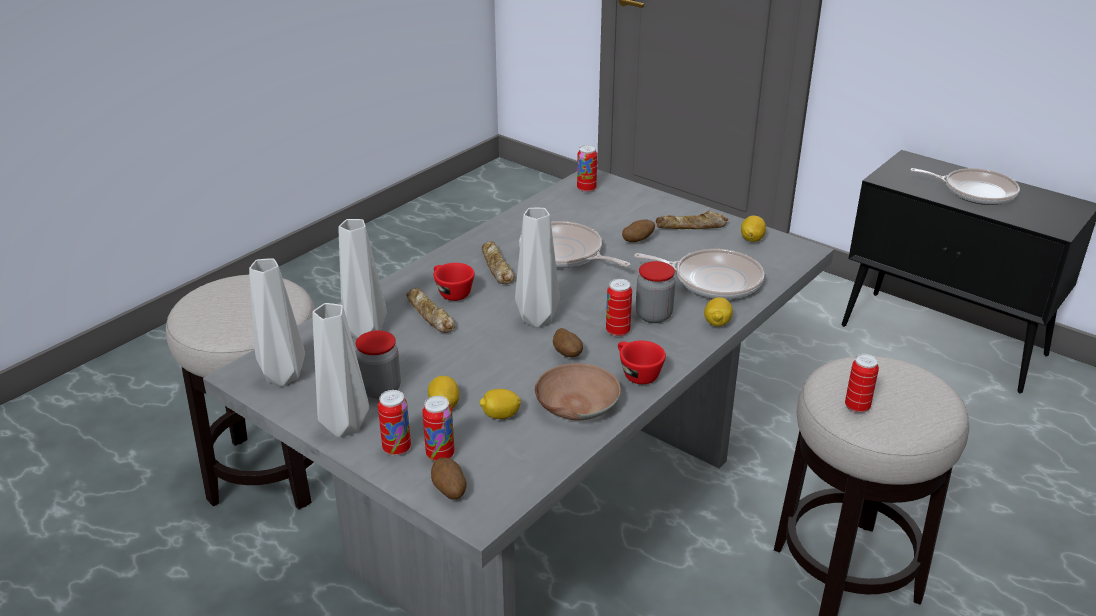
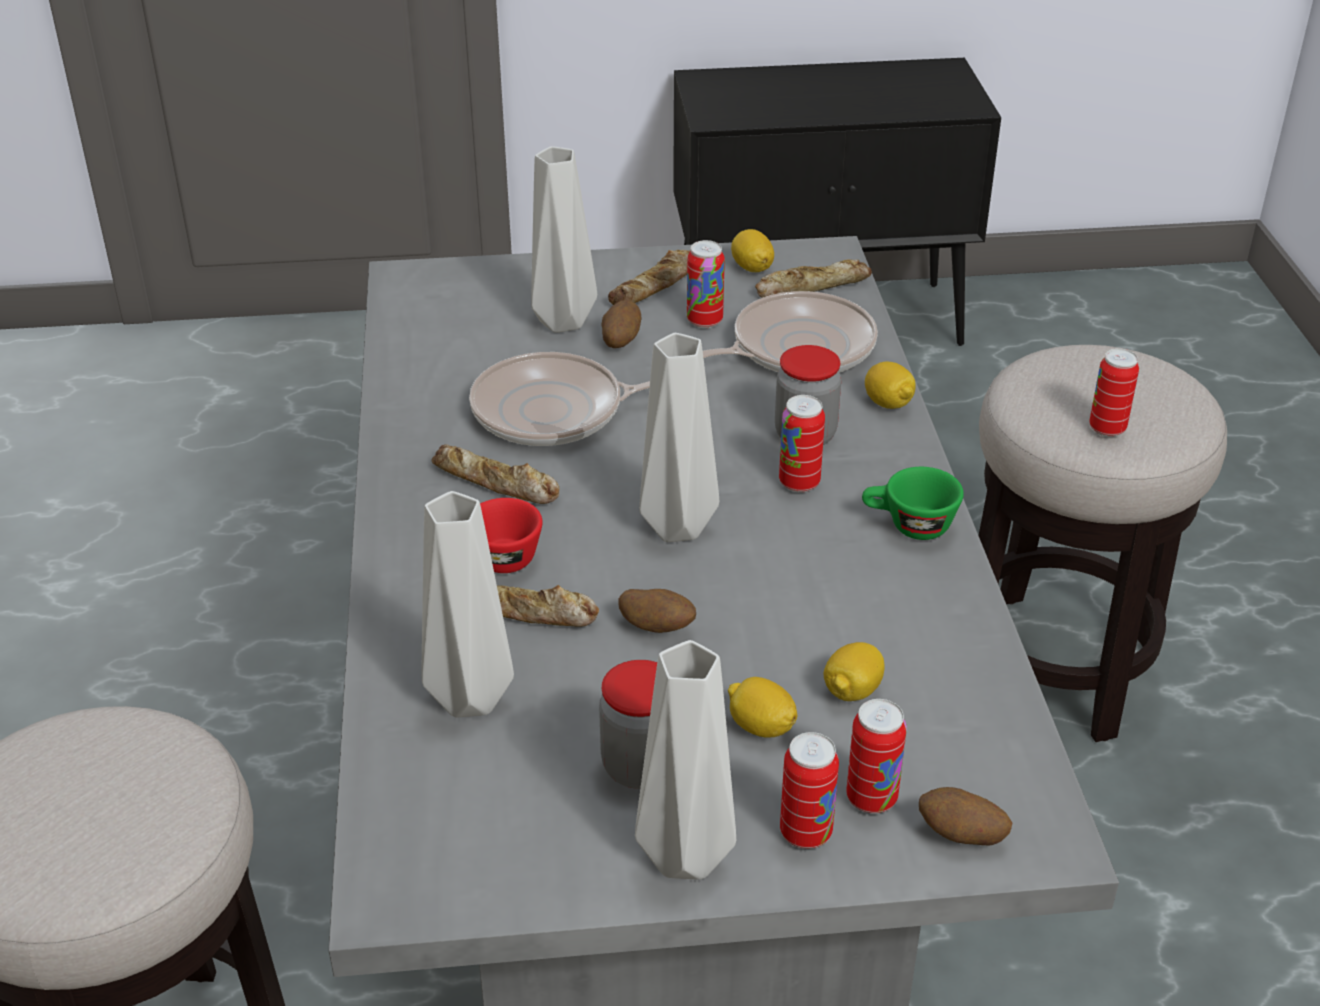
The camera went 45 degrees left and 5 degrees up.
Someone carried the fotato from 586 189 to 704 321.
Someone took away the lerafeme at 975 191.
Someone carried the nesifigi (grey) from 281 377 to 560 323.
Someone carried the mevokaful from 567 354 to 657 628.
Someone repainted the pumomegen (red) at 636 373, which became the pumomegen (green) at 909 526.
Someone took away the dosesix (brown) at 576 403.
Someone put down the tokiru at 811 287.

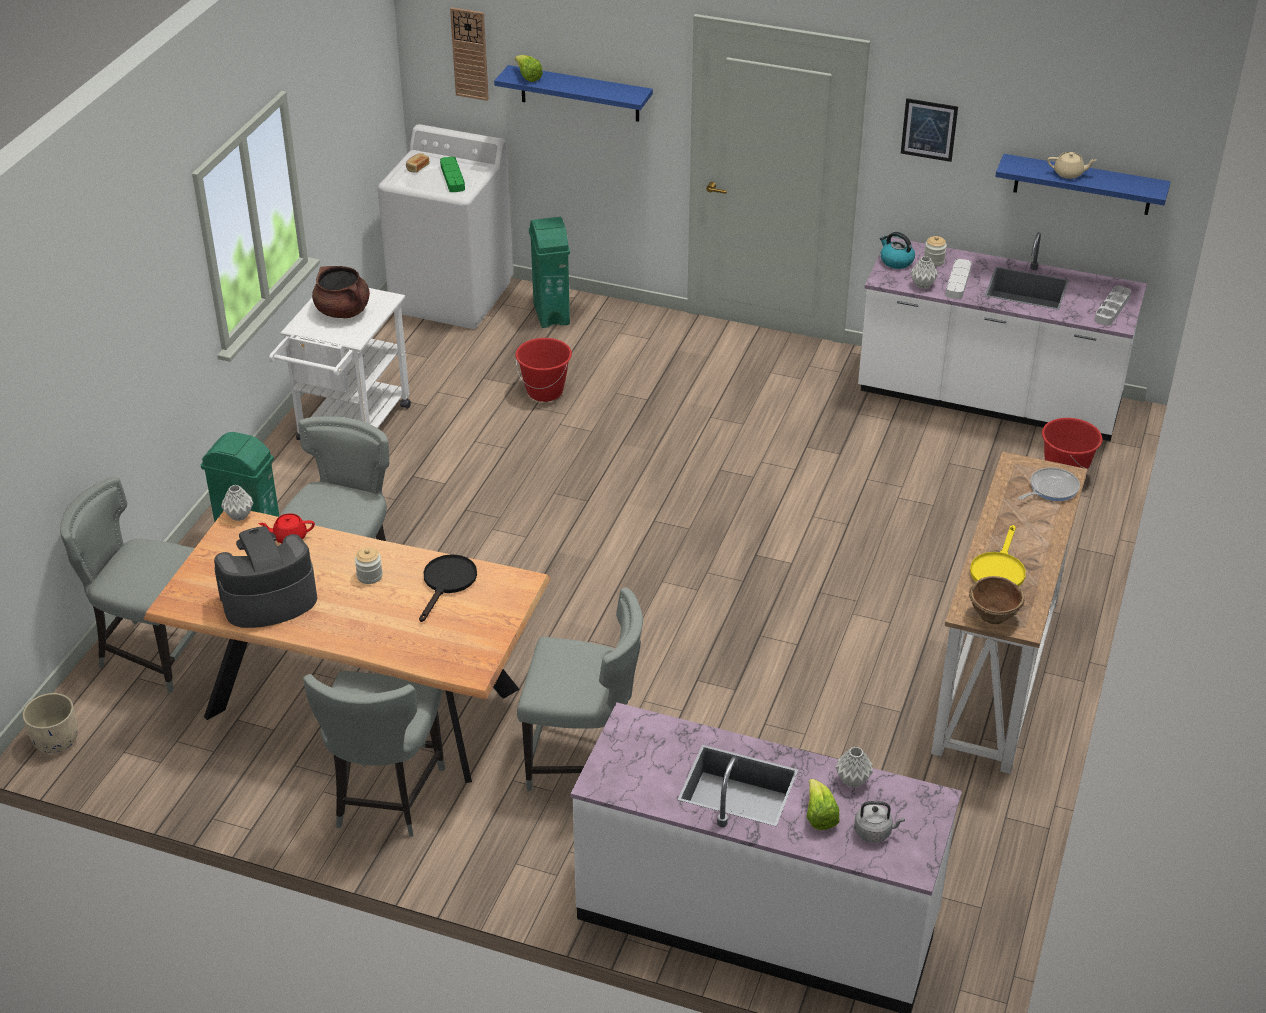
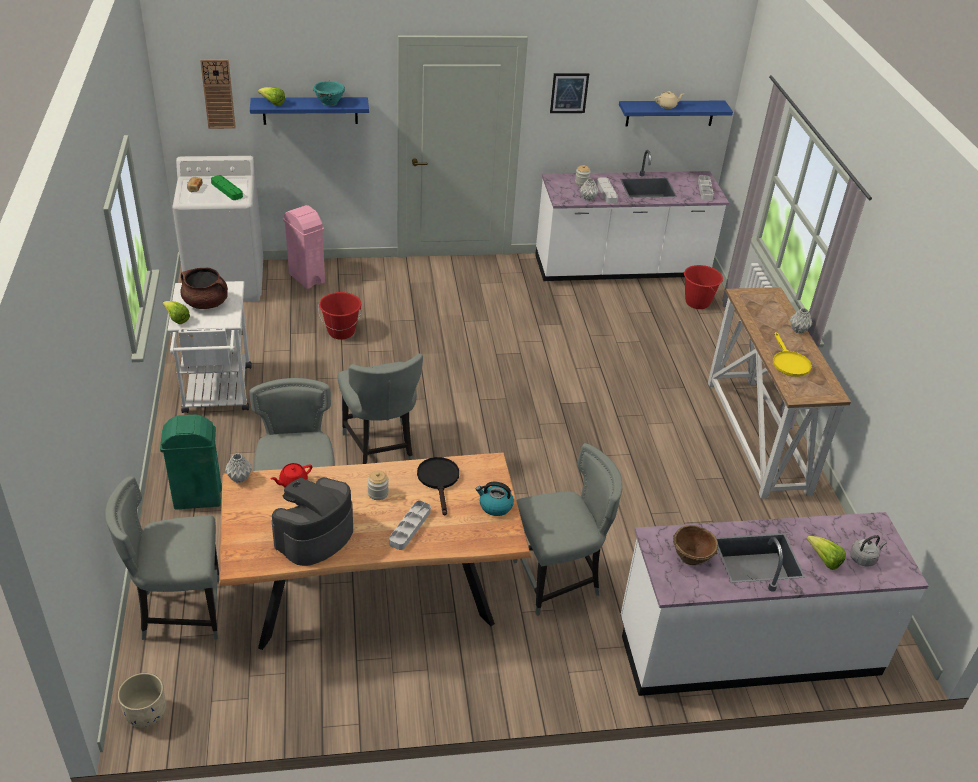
The camera went 30 degrees left and 0 degrees up.
Someone repainted the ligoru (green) at 551 313, which became the ligoru (pink) at 306 278.
Someone carried the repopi from 896 261 to 495 506.
Someone took away the lerafeme at 1051 488.
Someone carried the dosesix (brown) from 994 616 to 692 557.
Someone carried the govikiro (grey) from 385 798 to 380 449.
Someone carried the nesifigi (grey) from 853 780 to 798 330.
Someone put down the dosesix (turquoise) at 329 103.
Someone put down the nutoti at 177 319.
Someone put down the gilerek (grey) at 410 527.

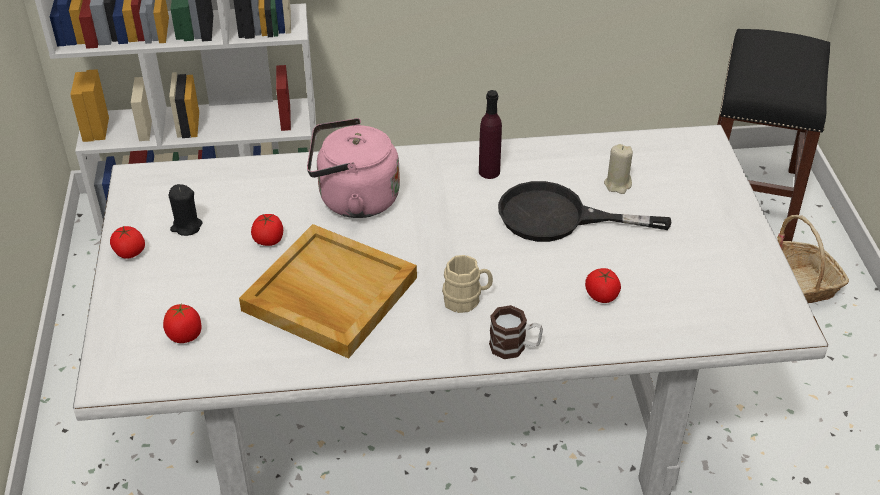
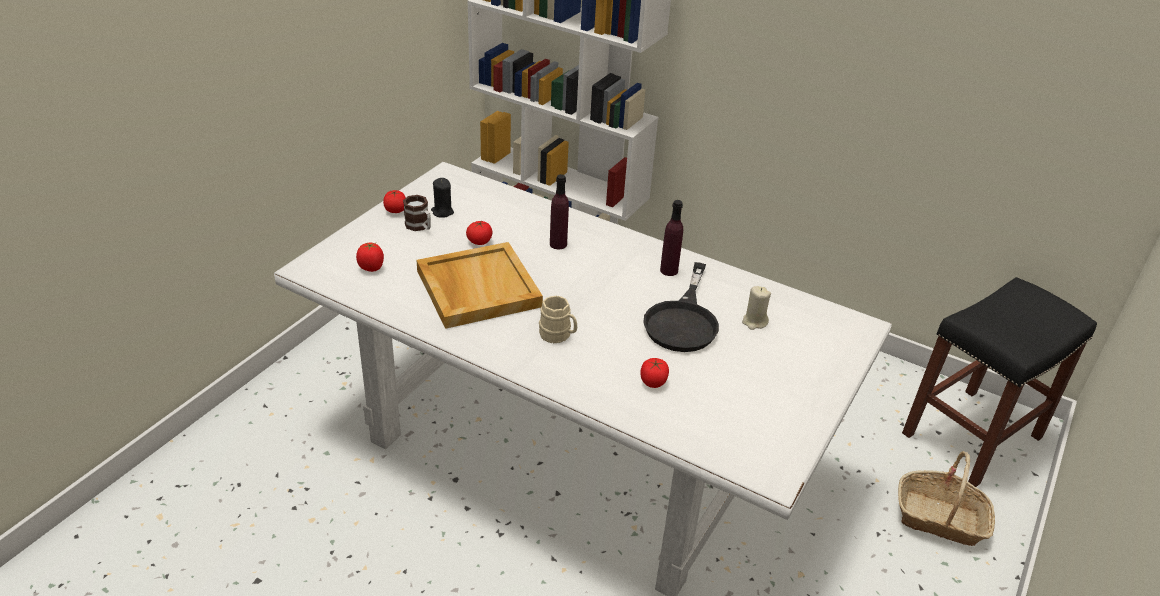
The camera went 35 degrees right and 5 degrees down.
Someone swapped the repopi (pink) at 353 200 for the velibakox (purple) at 558 244.
Someone rotated the lerafeme (black) at 558 217 by 120 degrees counterclockwise.
Someone carried the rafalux from 515 347 to 420 227.

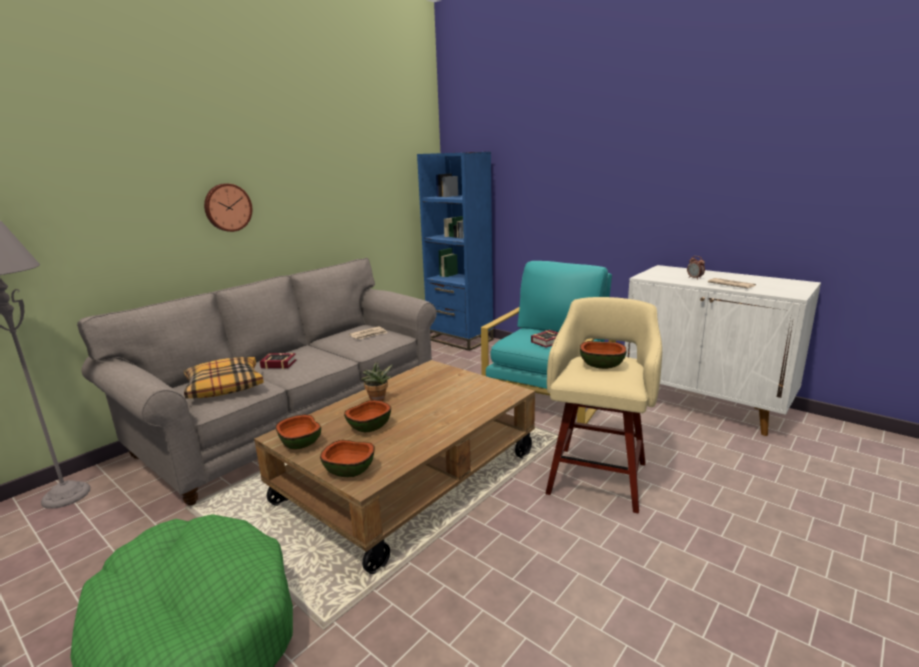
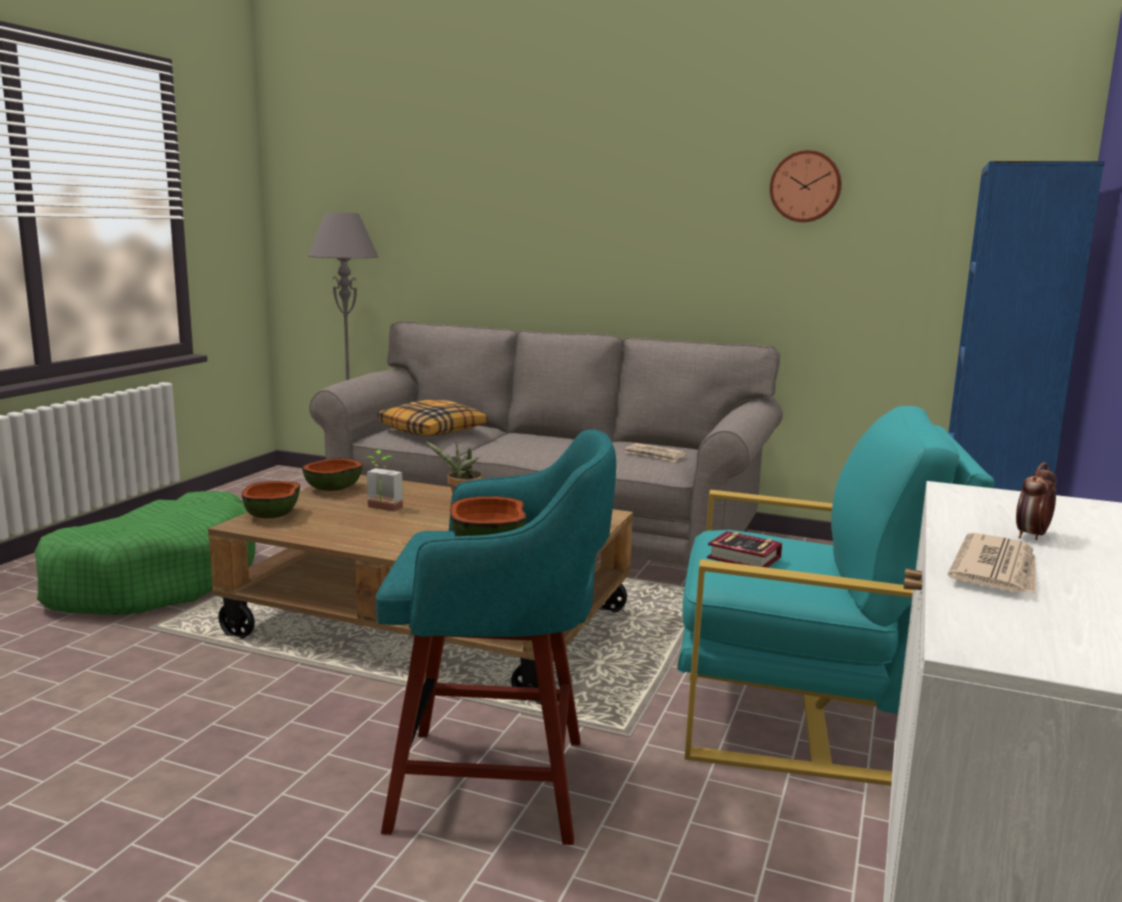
The camera went 70 degrees right and 5 degrees down.
Someone carried the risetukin from 227 207 to 805 186.
Someone repainted the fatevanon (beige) at 598 475, which became the fatevanon (turquoise) at 497 784.
Someone took away the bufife at 278 363.
Someone swapped the dosesix at 369 427 for the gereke at 381 509.

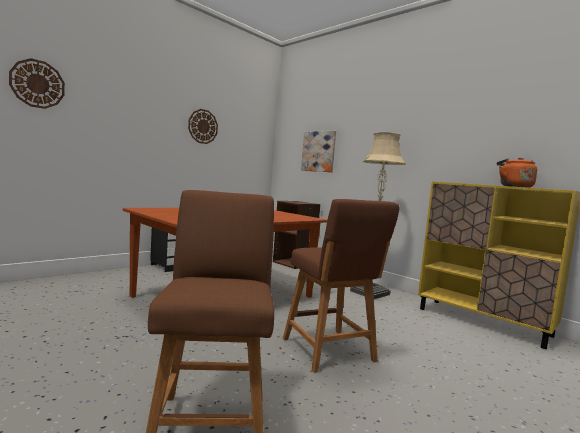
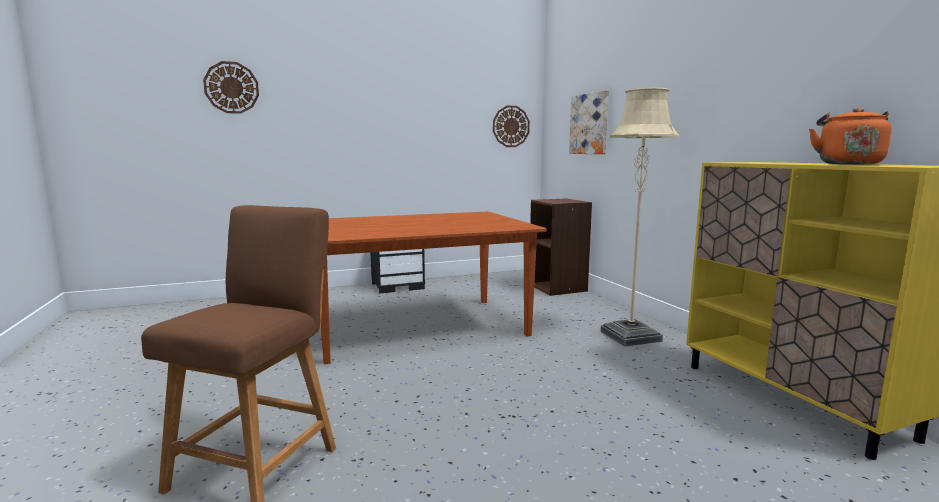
The camera went 25 degrees right and 5 degrees up.
Someone carried the risetukin from 203 126 to 511 126.
Someone took away the fatevanon (brown) at 330 352.

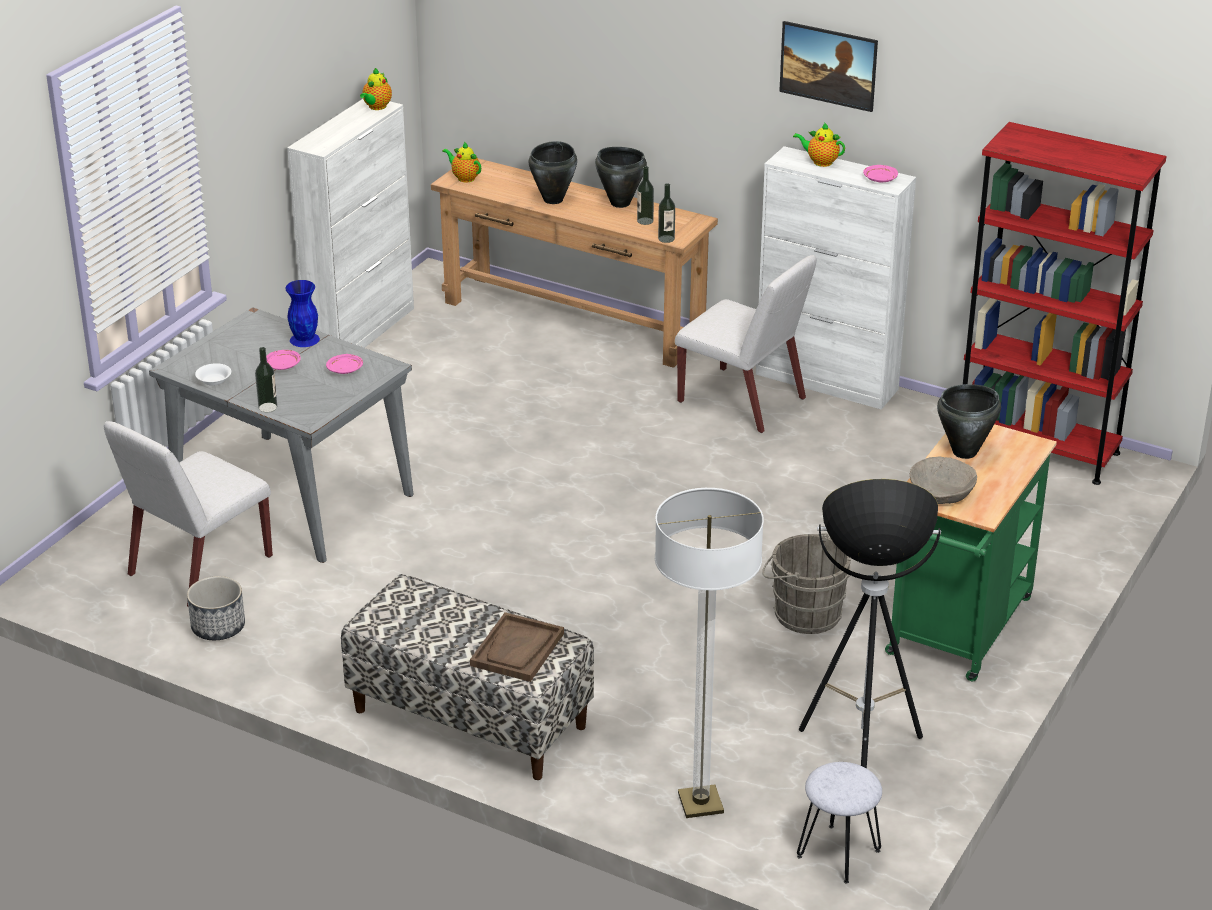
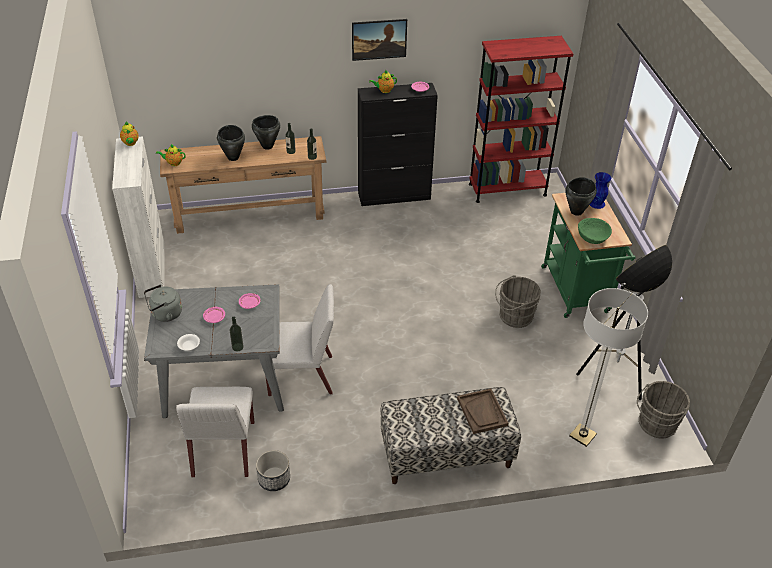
The camera went 40 degrees left and 10 degrees up.
Someone repainted the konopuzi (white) at 827 382, which became the konopuzi (black) at 394 196.
Someone carried the govikiro (white) from 743 401 to 302 375.
Someone carried the nesifigi (blue) from 305 339 to 597 203.
Someone repainted the dosesix (beige) at 942 492, which became the dosesix (green) at 593 236.
Someone swapped the fatevanon (grey) at 839 854 for the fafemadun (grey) at 655 425.
Someone put down the repopi (grey) at 165 314.

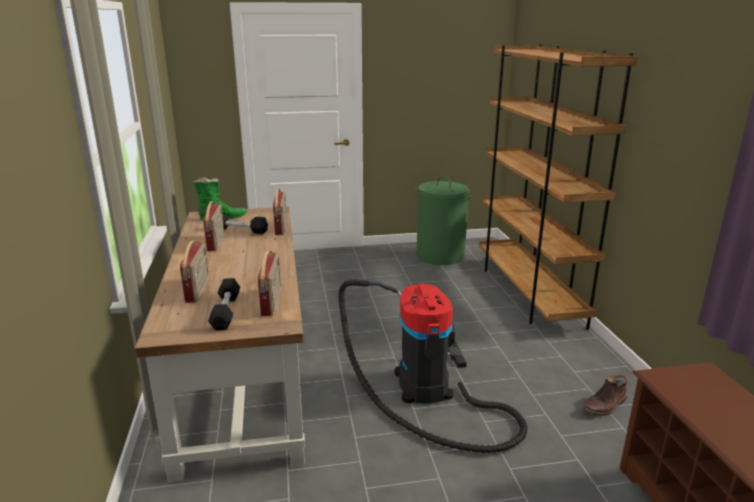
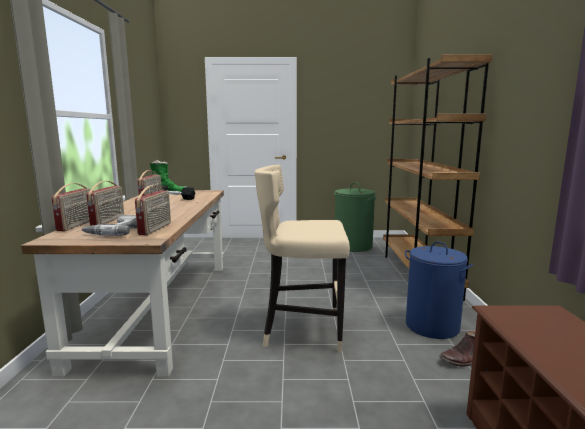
The camera went 10 degrees right and 10 degrees down.
Someone carried the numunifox from 281 227 to 77 225.
Someone swapped the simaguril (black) at 226 311 for the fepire at 114 231.
Someone swapped the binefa at 426 390 for the fatevanon (beige) at 302 331.
Someone put down the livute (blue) at 431 326.

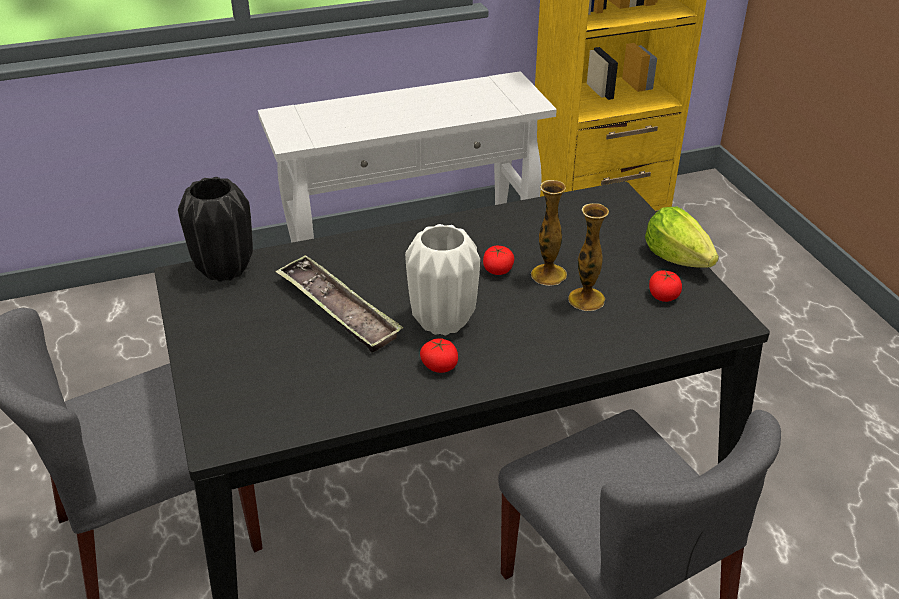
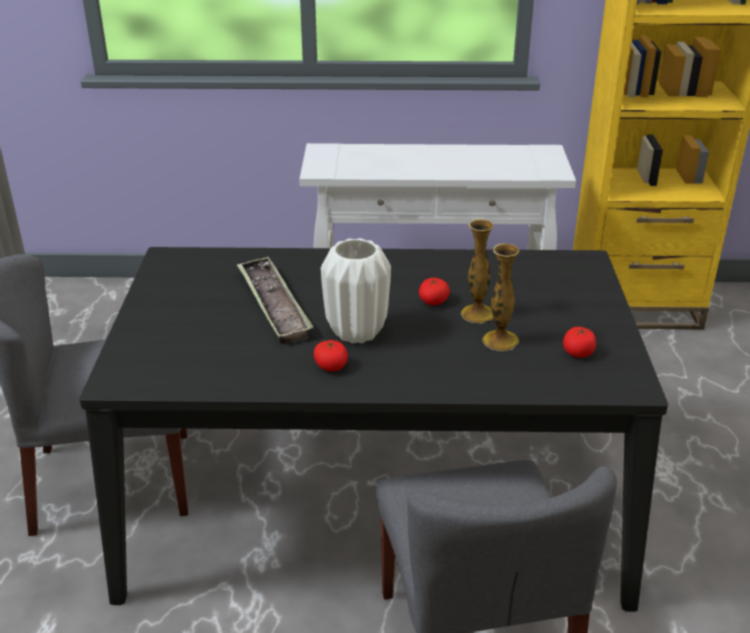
The camera went 20 degrees right and 5 degrees down.
Someone took away the nesifigi (black) at 225 270.
Someone took away the nutoti at 677 258.

